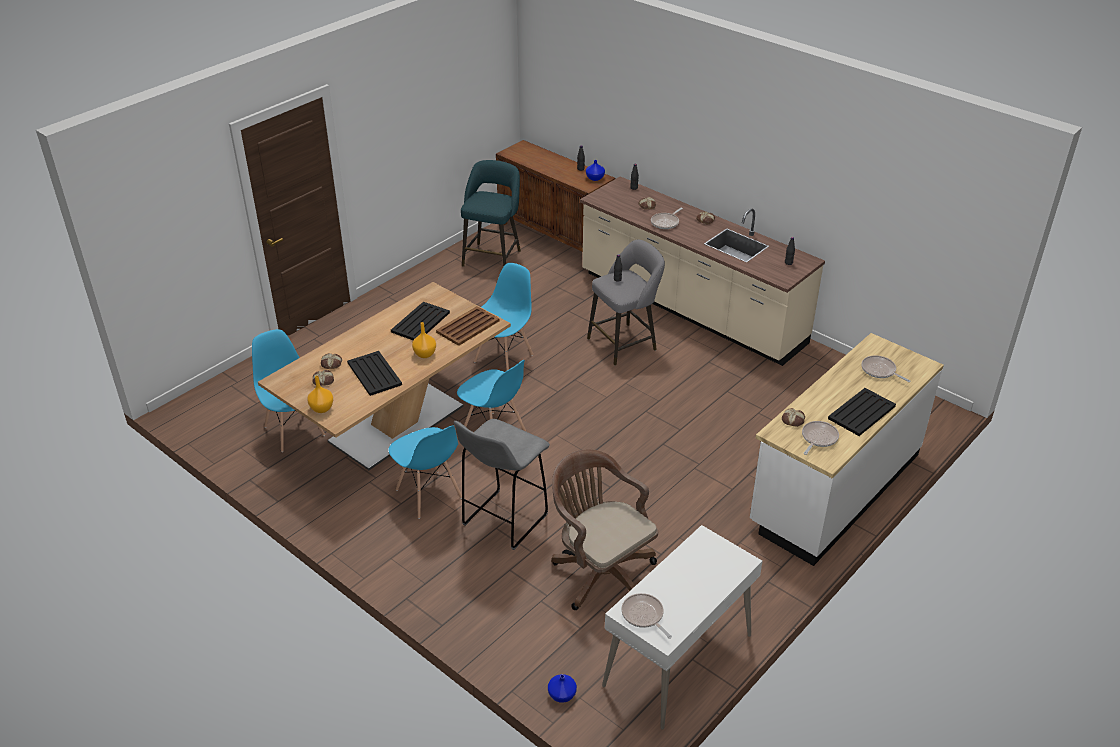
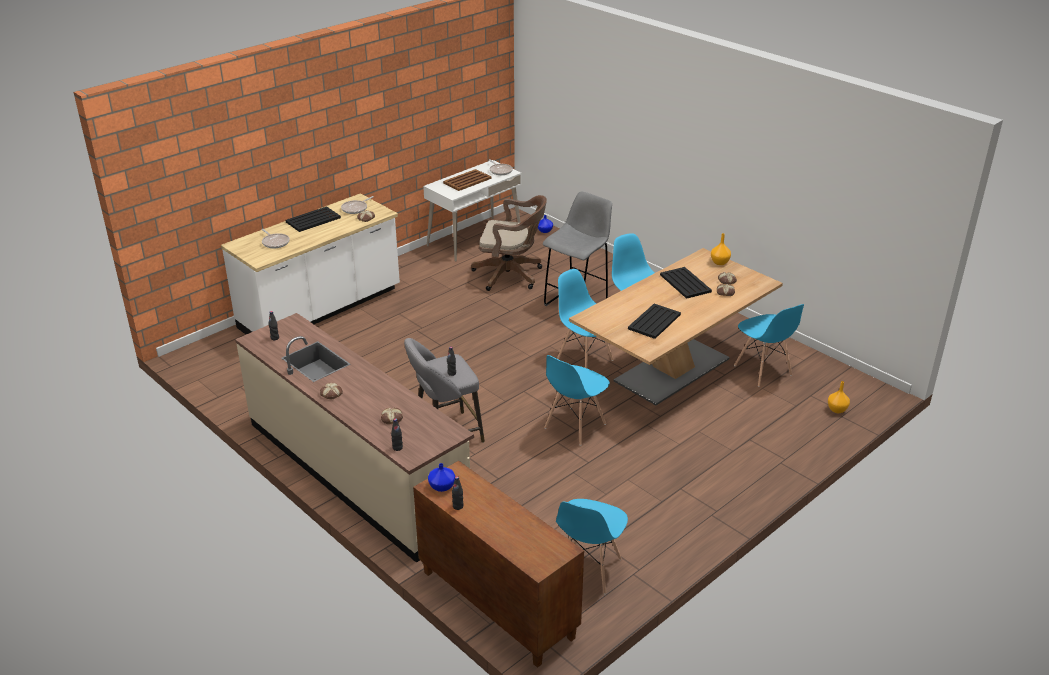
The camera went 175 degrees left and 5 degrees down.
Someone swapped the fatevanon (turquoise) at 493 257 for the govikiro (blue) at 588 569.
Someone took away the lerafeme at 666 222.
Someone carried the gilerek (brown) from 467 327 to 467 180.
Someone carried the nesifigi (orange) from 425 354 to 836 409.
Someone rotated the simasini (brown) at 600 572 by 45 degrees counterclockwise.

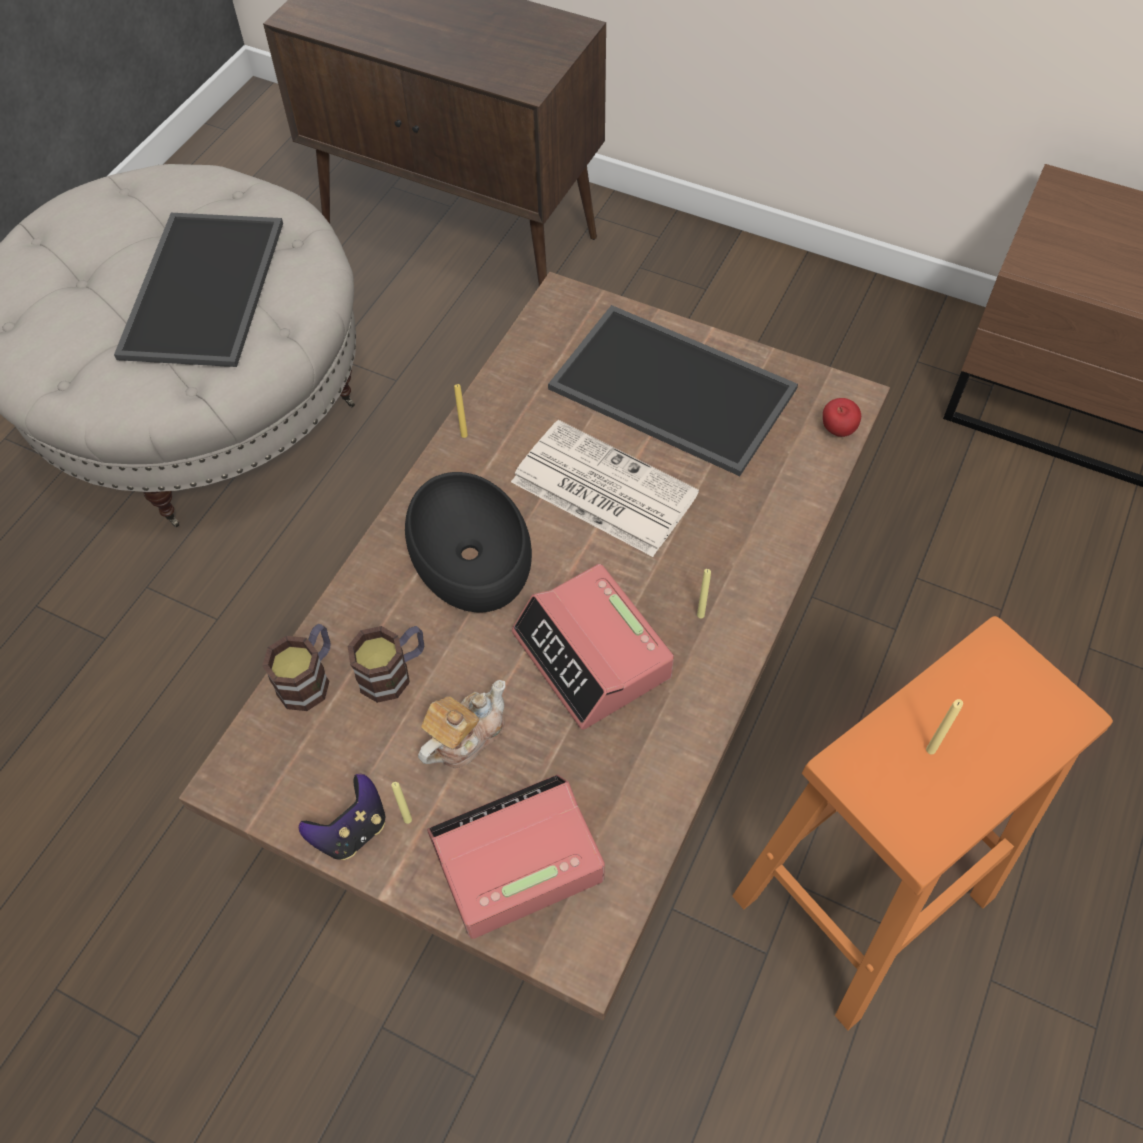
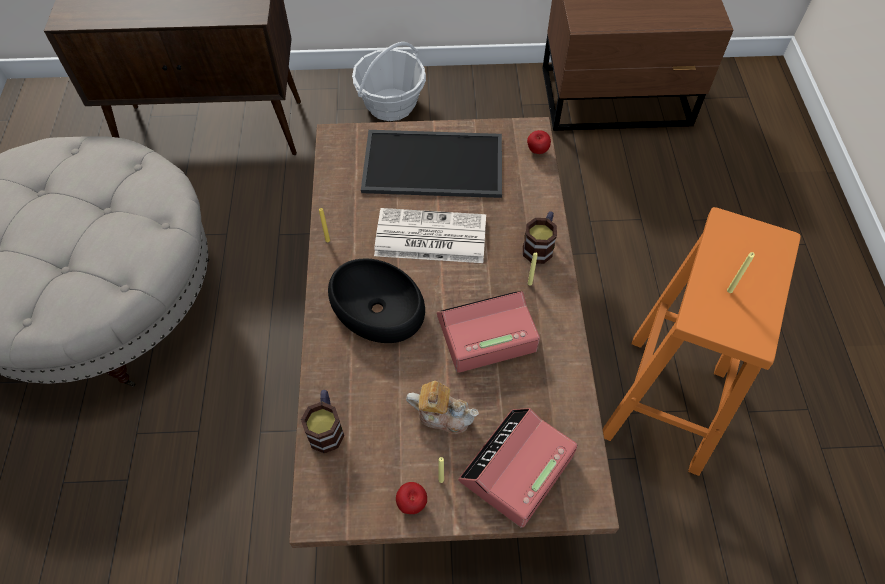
The camera went 30 degrees left and 0 degrees up.
Someone took away the gilerek at 206 290.
Someone rotated the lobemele at 592 656 by 135 degrees clockwise.
Someone carried the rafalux from 394 672 to 540 246.
Someone rotated the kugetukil at 465 736 by 90 degrees clockwise.
Someone swapped the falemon at 352 830 for the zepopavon at 412 504.
Someone put down the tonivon at 391 104.

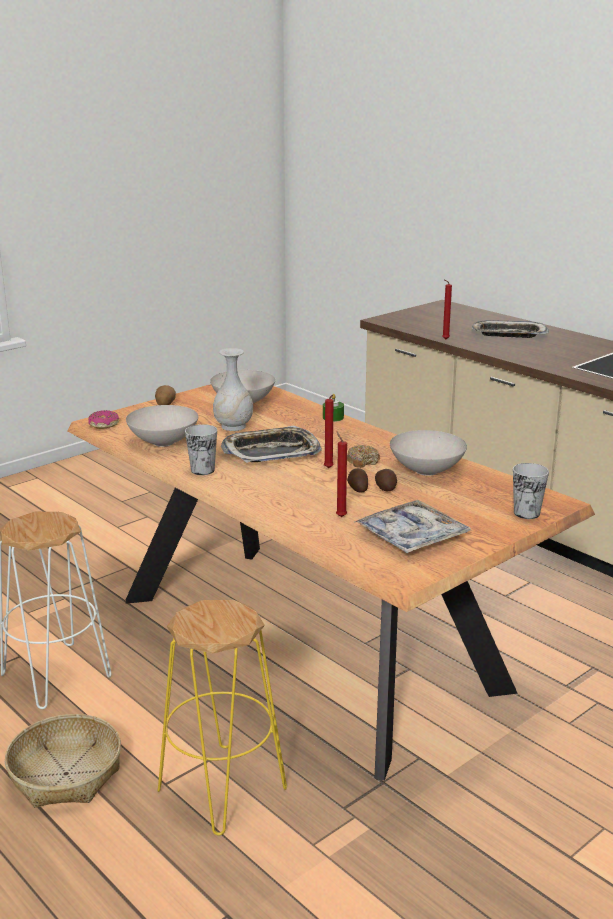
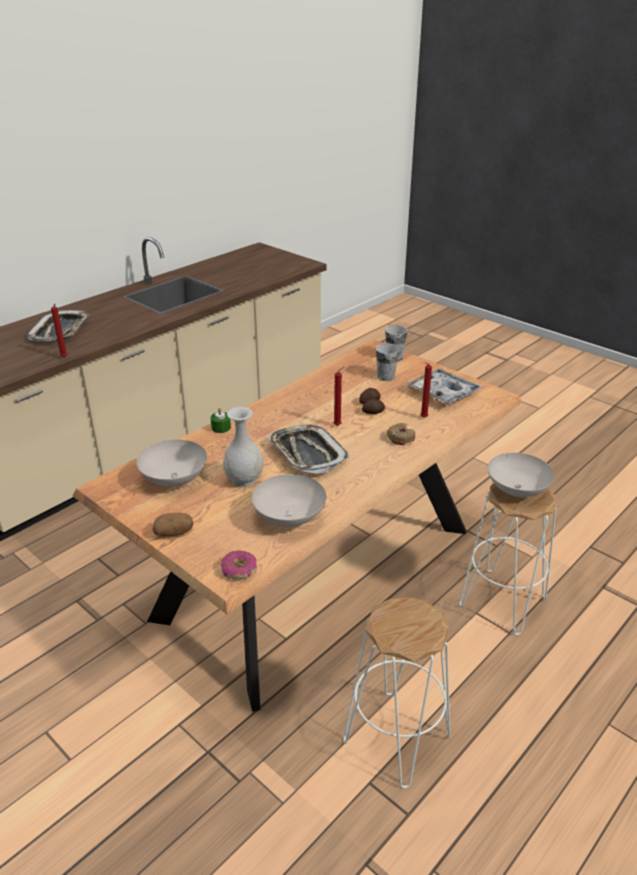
The camera went 95 degrees left and 10 degrees up.
Someone carried the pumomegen from 202 470 to 386 377.
Someone carried the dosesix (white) from 428 471 to 517 490.
Someone carried the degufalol from 362 461 to 400 438.
Someone repainted the fatevanon (yellow) at 221 788, which became the fatevanon (white) at 502 602.
Someone took away the tonivon at 65 773.

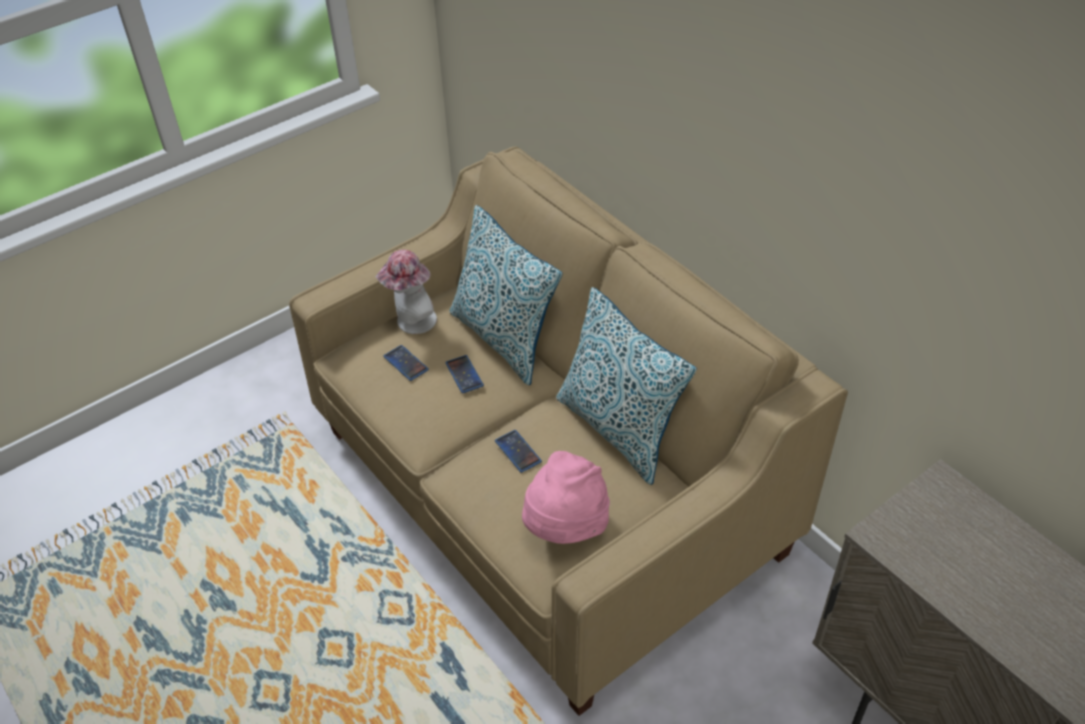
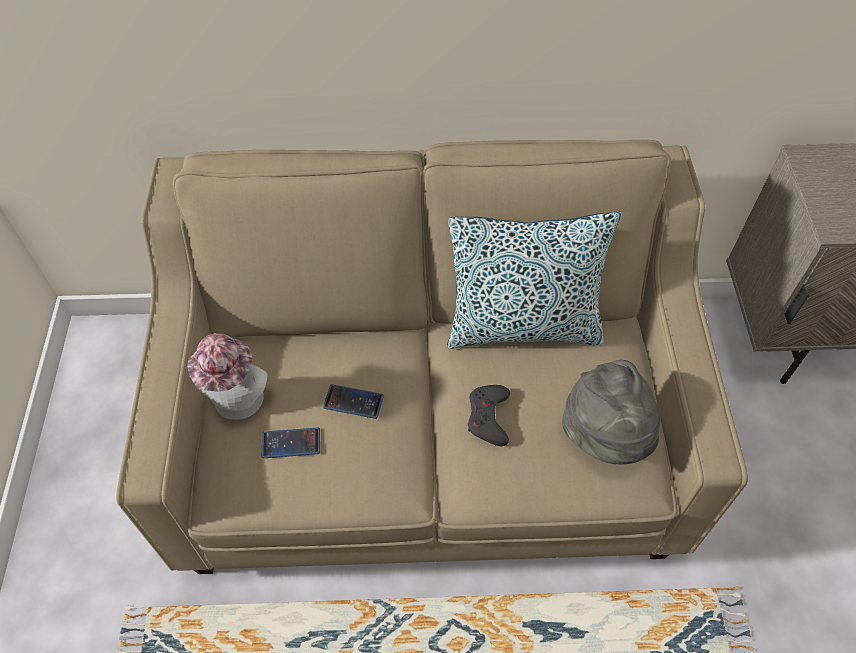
The camera went 55 degrees left and 10 degrees up.
Someone took away the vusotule at 504 339.
Someone swapped the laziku at 518 451 for the falemon (grey) at 488 417.
Someone repainted the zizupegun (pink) at 565 526, which became the zizupegun (grey) at 605 434.

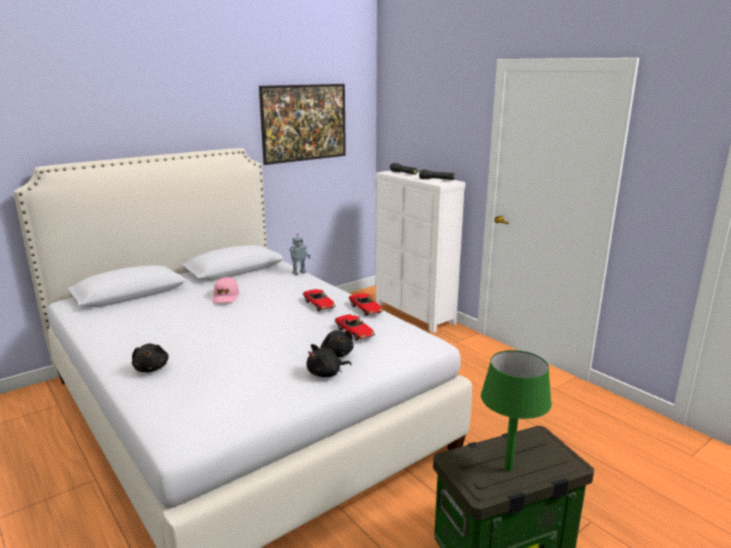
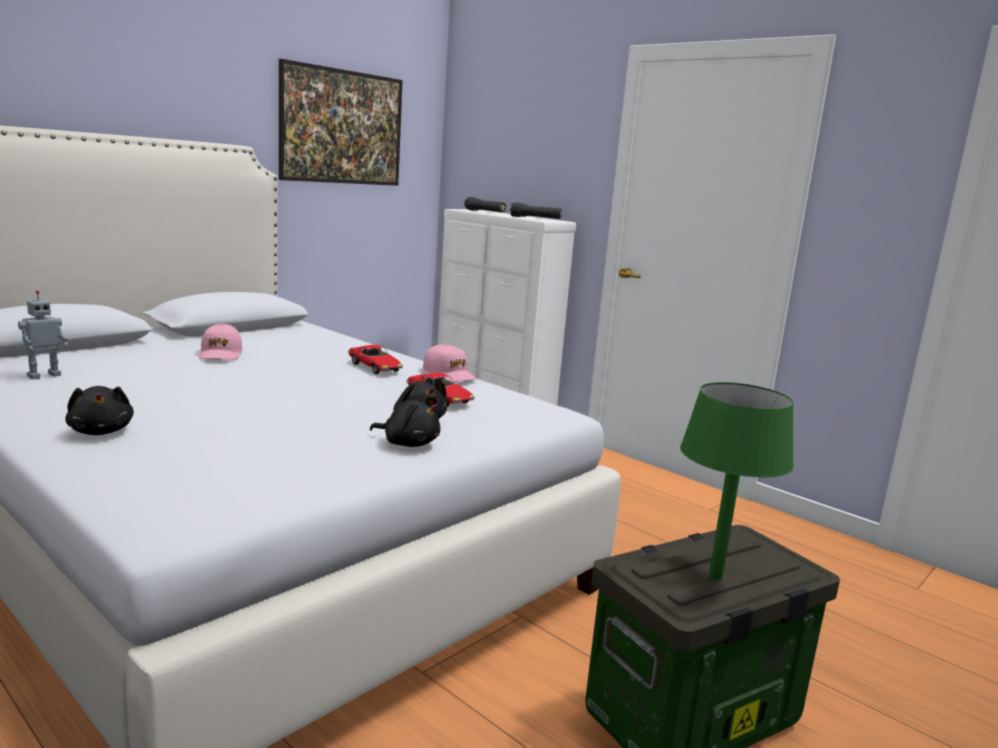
The camera went 10 degrees left and 5 degrees down.
Someone carried the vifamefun from 298 272 to 44 375.
Someone swapped the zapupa at 366 309 for the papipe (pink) at 449 375.
Someone rotated the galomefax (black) at 326 373 by 120 degrees counterclockwise.

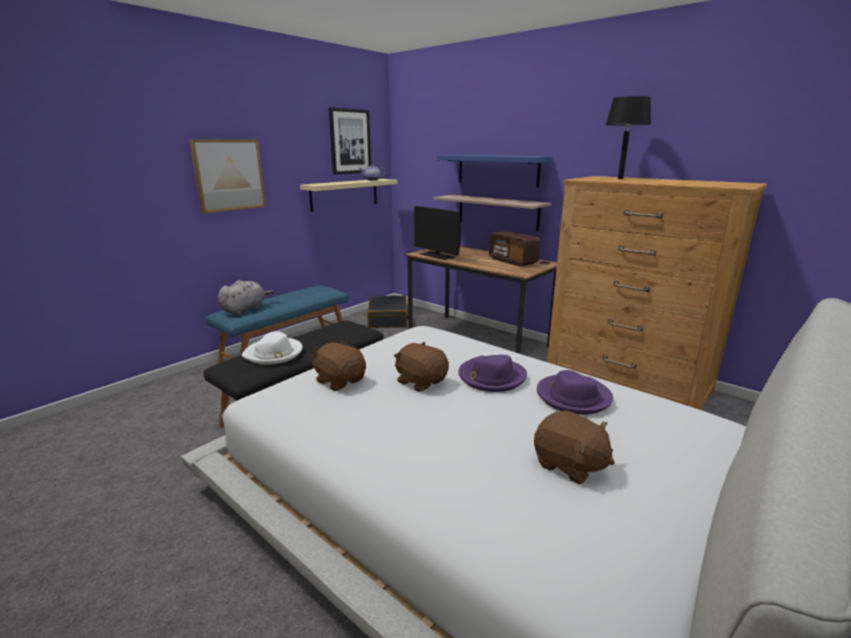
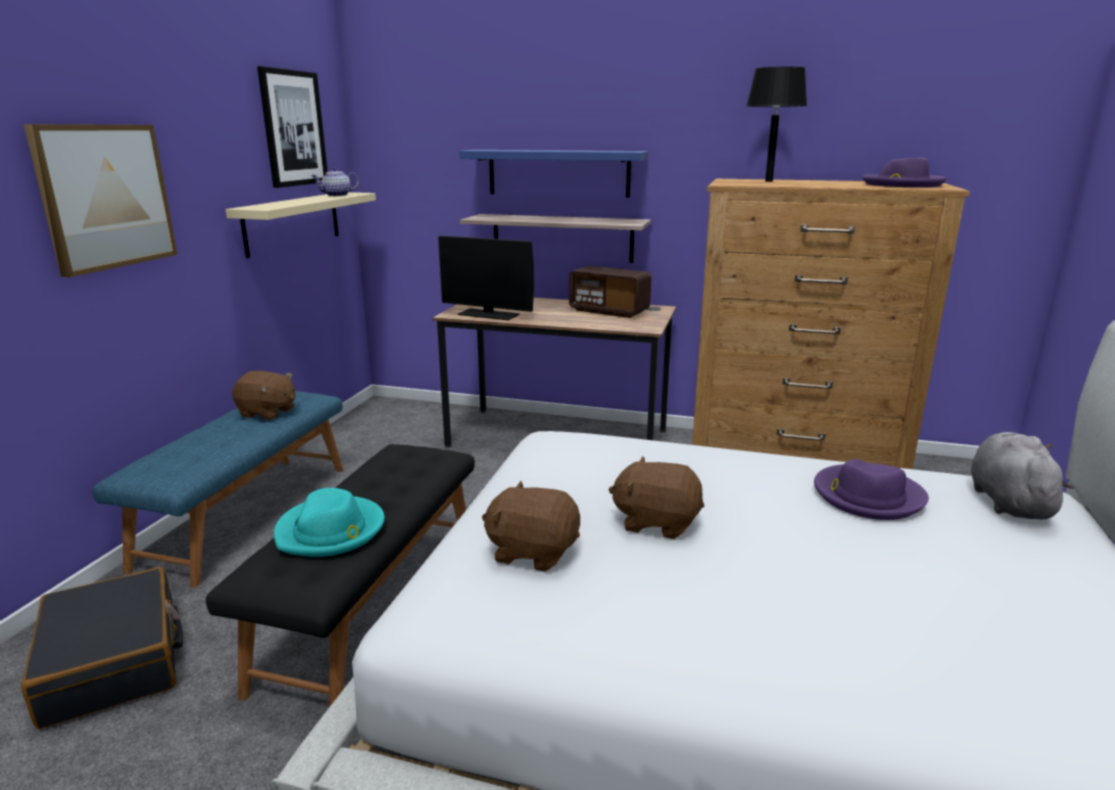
The camera went 25 degrees left and 0 degrees up.
Someone carried the galomefax (grey) from 245 309 to 1008 501.
Someone carried the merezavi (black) from 388 319 to 114 661.
Someone repainted the zizupegun (white) at 274 354, which became the zizupegun (turquoise) at 331 531.
Someone carried the zizupegun (purple) from 491 377 to 902 184.
Someone carried the galomefax (brown) from 569 465 to 267 412.

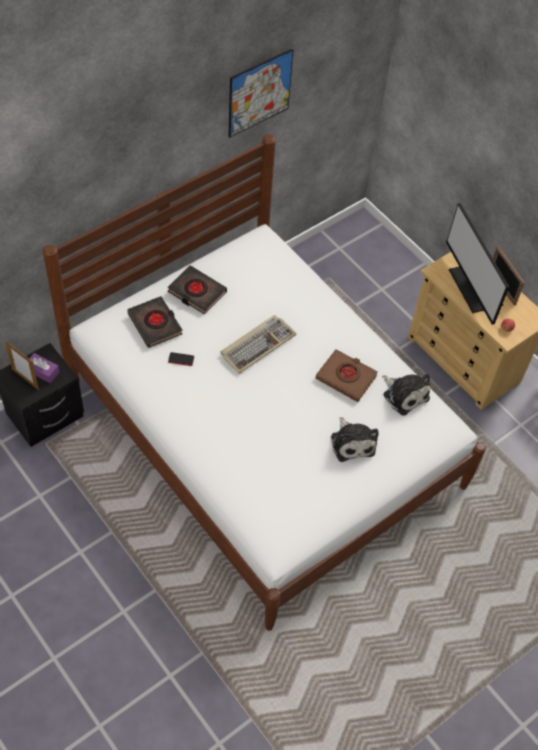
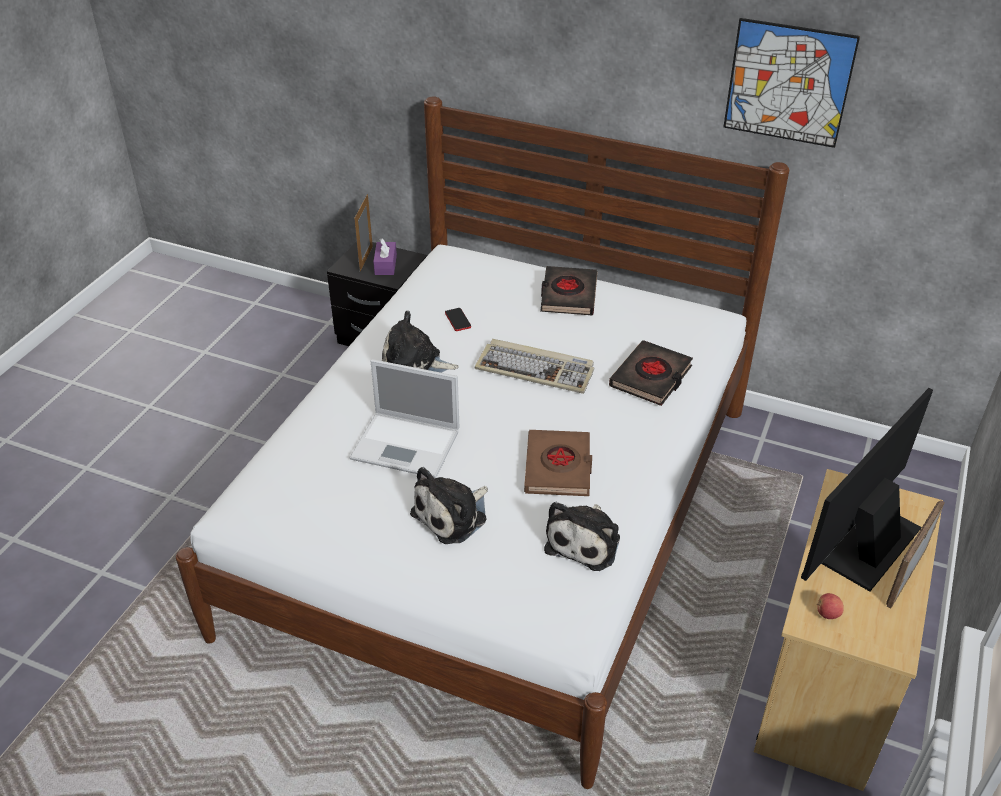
The camera went 65 degrees right and 15 degrees down.
Someone carried the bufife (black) from 155 324 to 651 377.
Someone put down the galomefax at 415 365.
Someone put down the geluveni at 407 445.

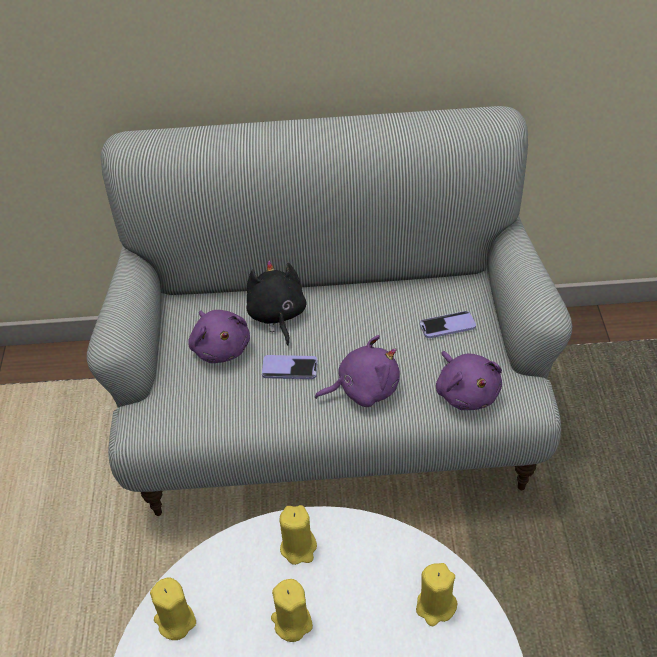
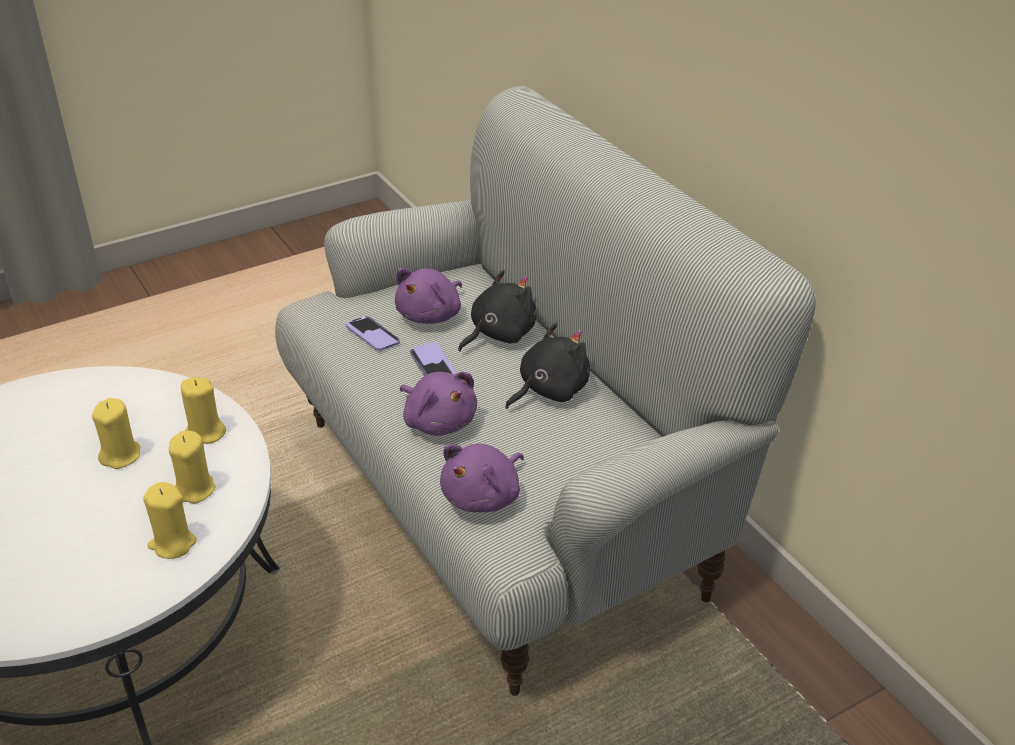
The camera went 60 degrees right and 10 degrees down.
Someone carried the laziku from 447 326 to 372 335.
Someone carried the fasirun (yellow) from 175 621 to 194 489.
Someone put down the galomefax (black) at 549 390.

